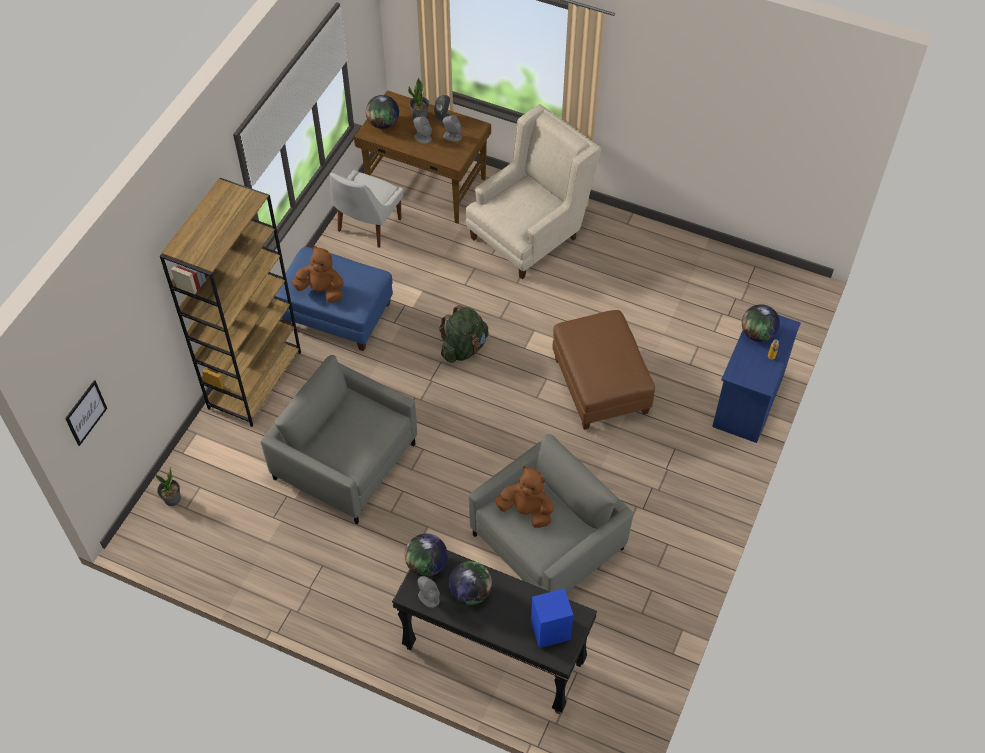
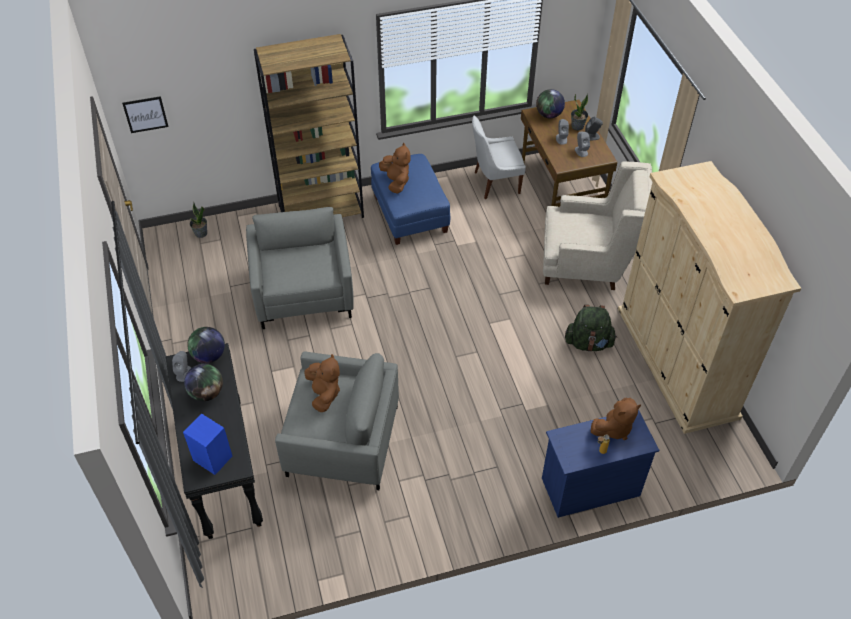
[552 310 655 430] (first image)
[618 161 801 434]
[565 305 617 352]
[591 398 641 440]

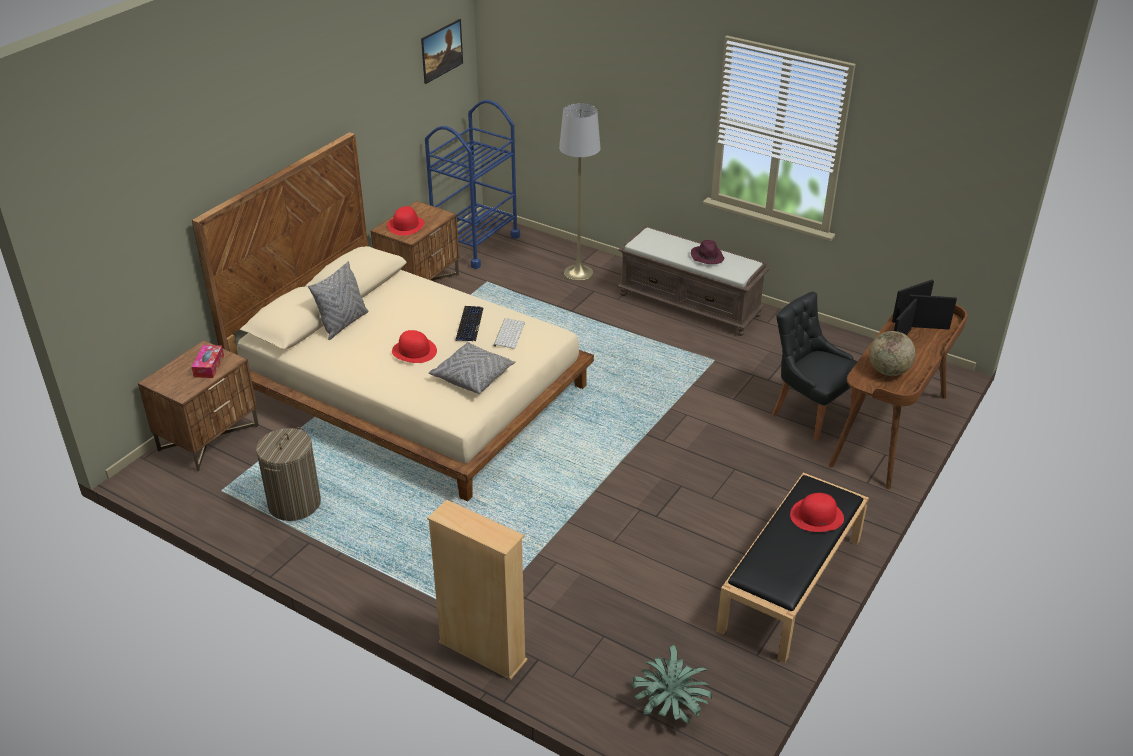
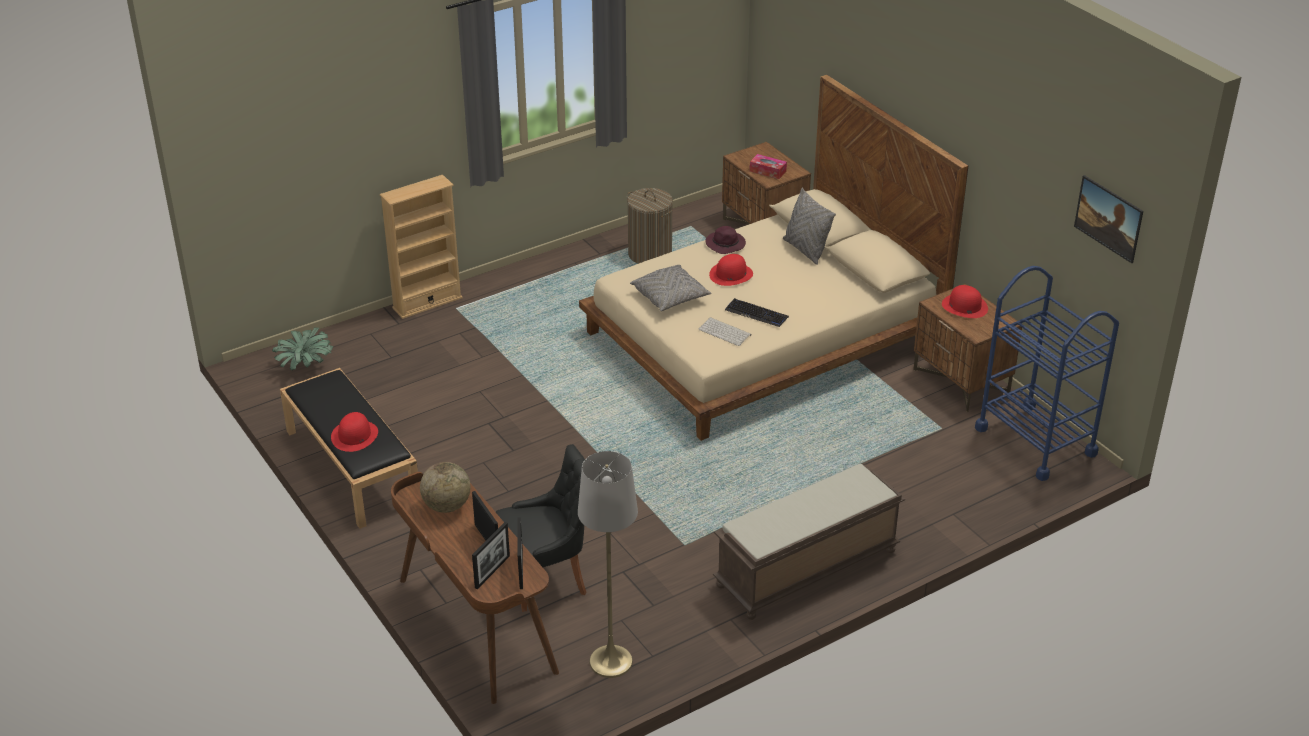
[578 451 638 678]
[705 226 746 254]

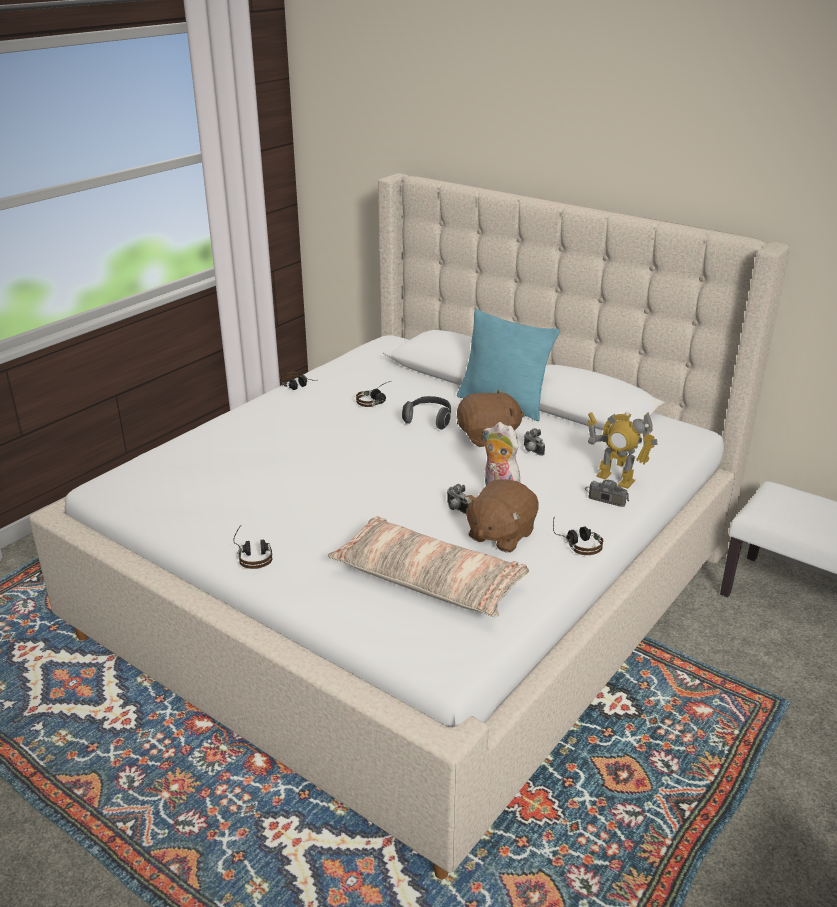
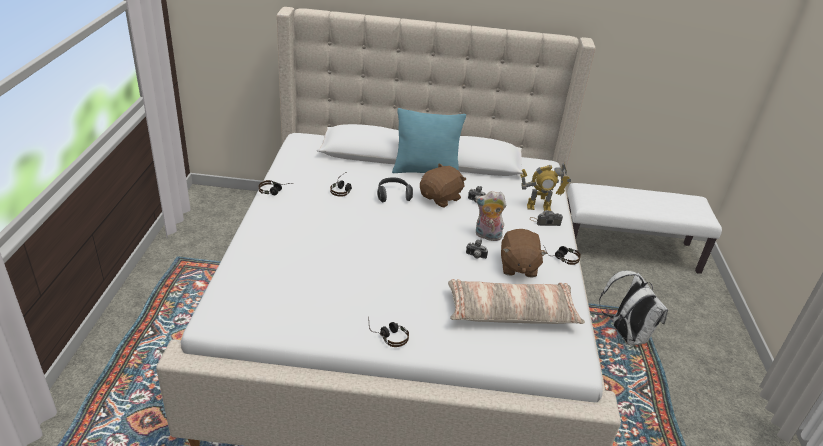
[599 270 668 345]

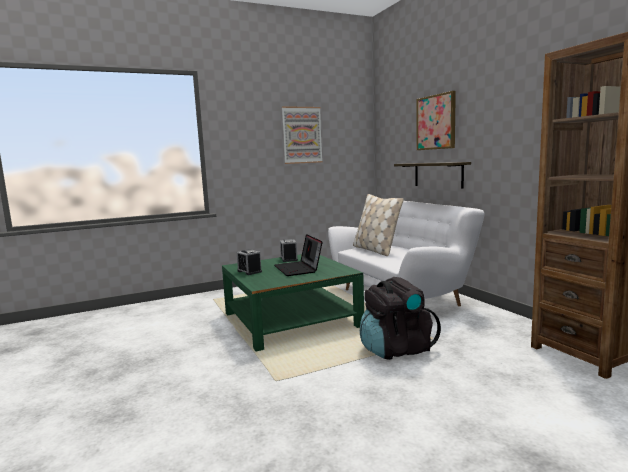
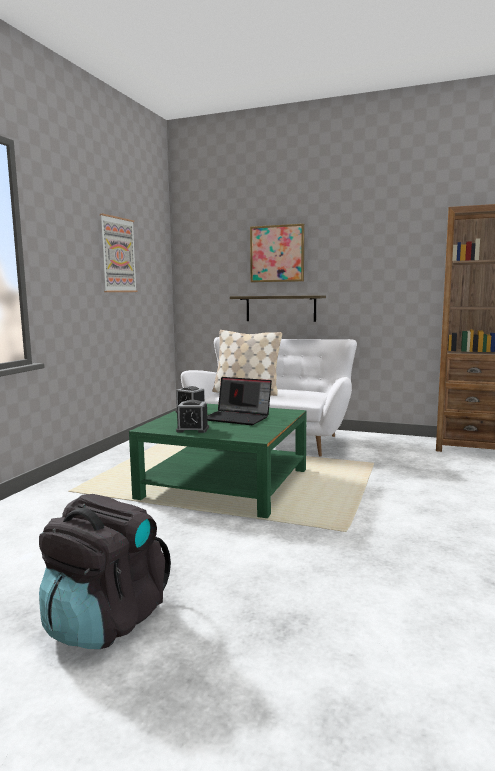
[39 494 171 649]

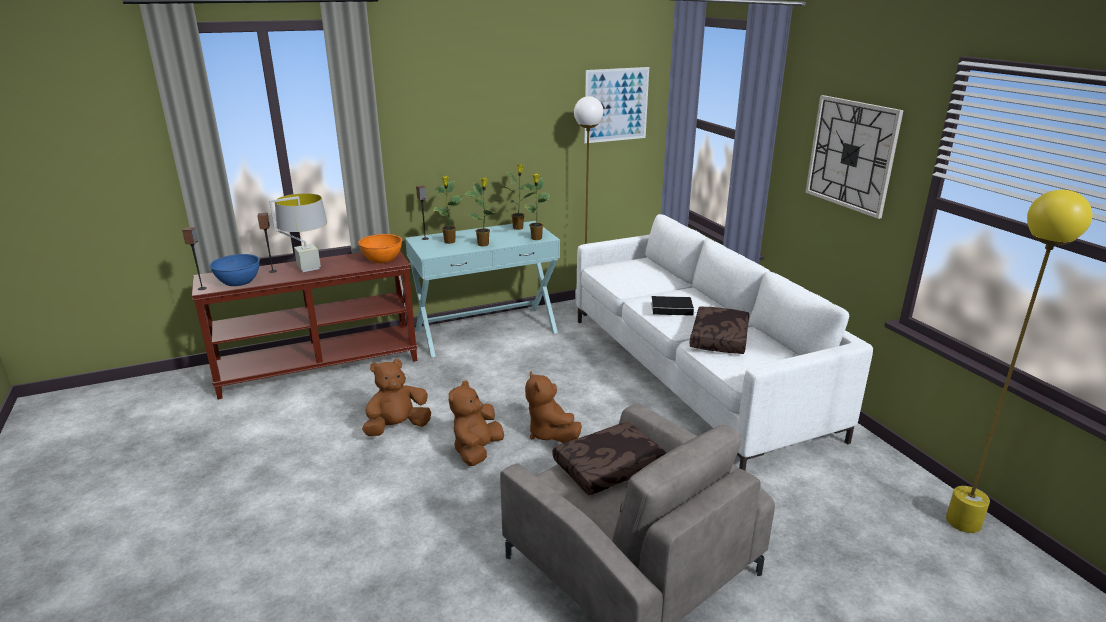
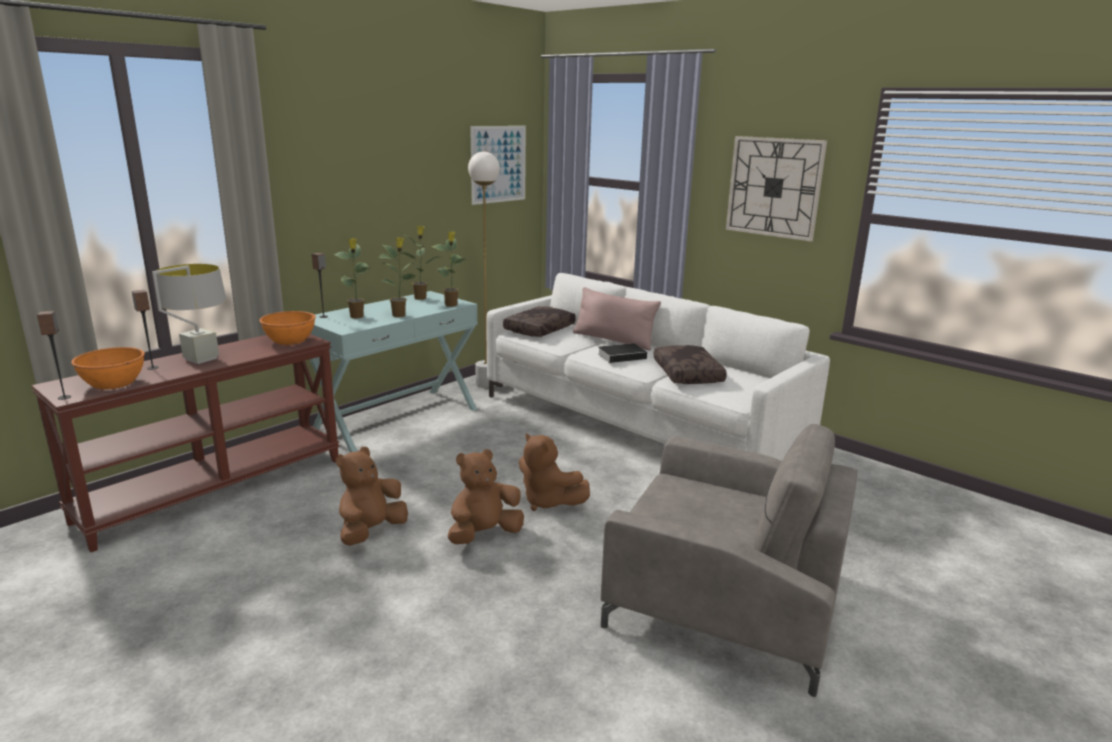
[946 190 1092 533] (first image)
[573 287 661 350]
[503 306 576 337]
[71 347 145 390]
[448 449 524 544]

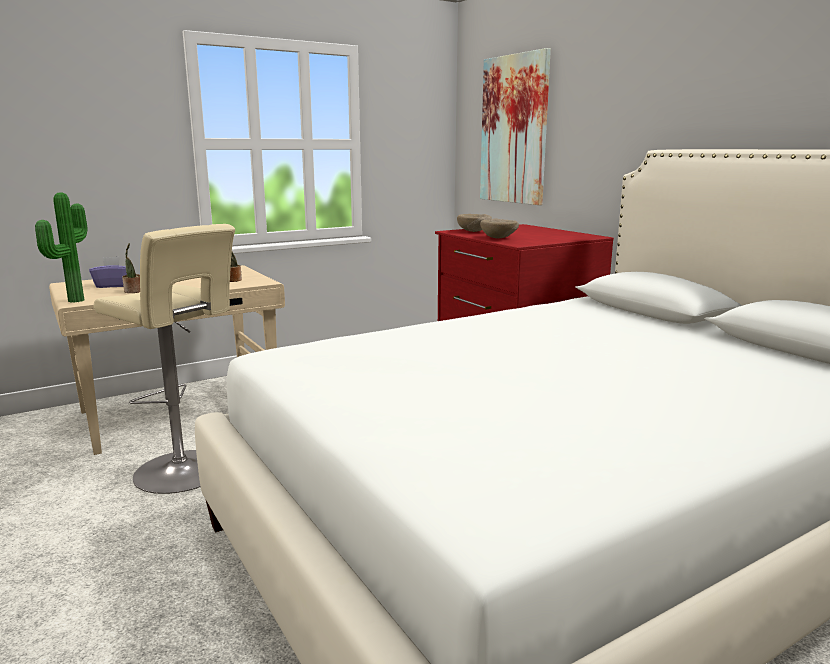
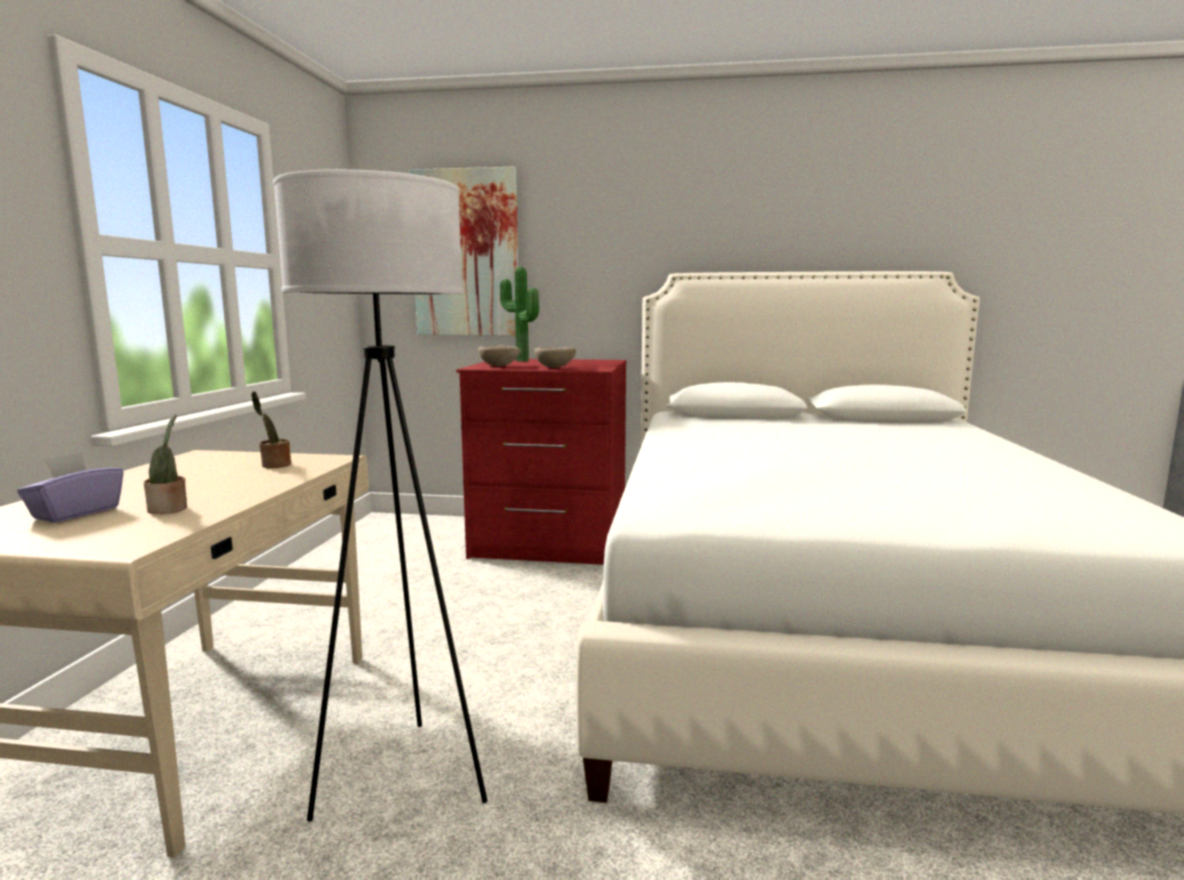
[500 267 539 362]
[273 169 487 821]

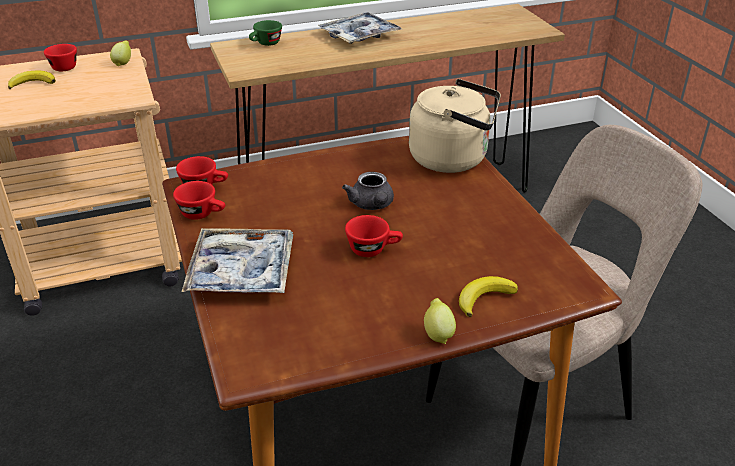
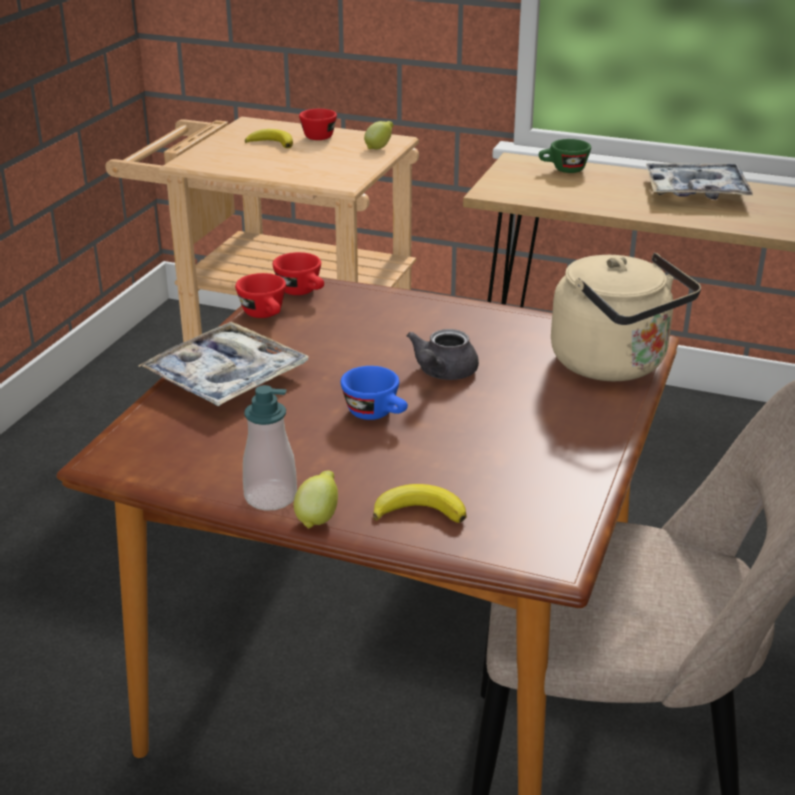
[243 385 297 511]
[341 366 408 420]

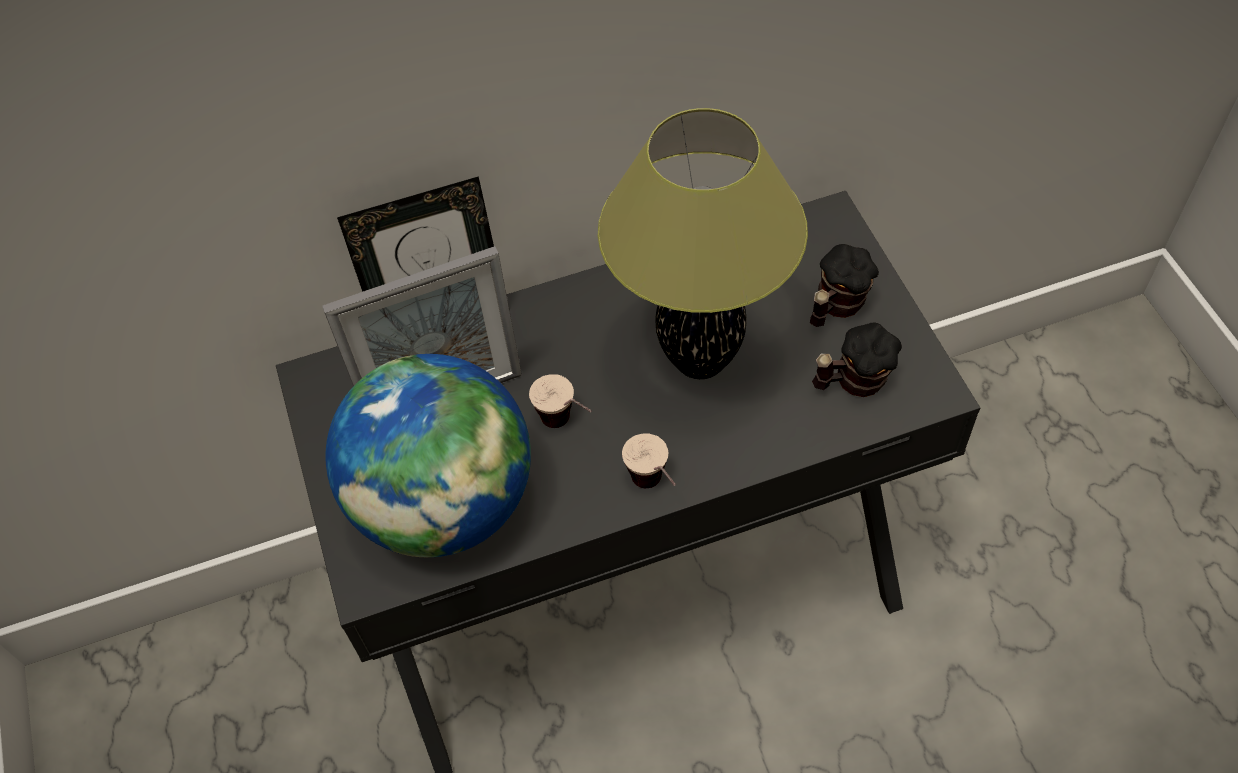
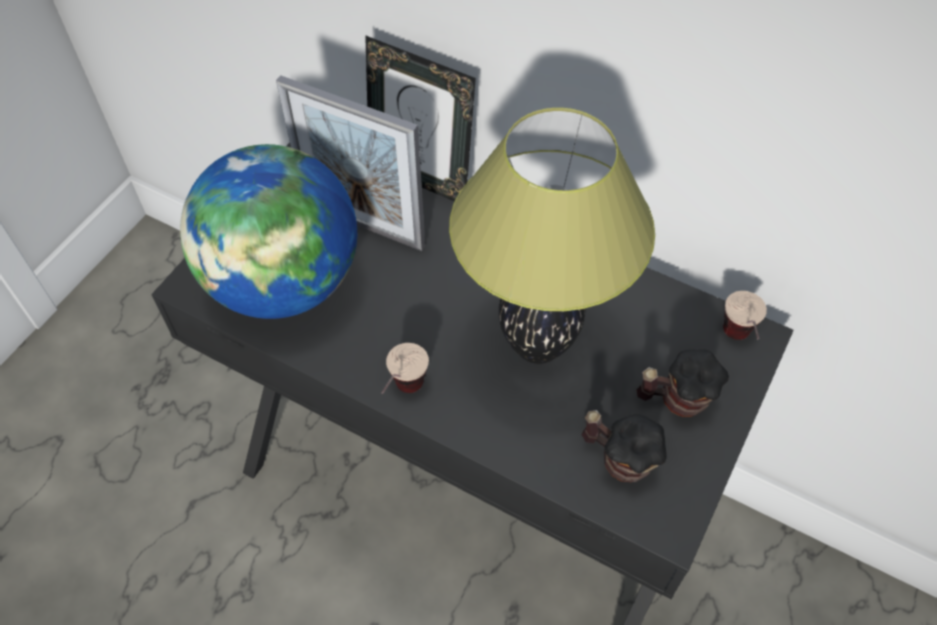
[723 291 767 340]

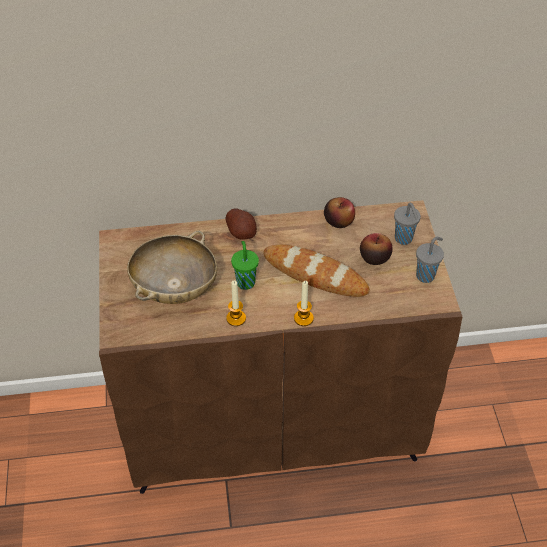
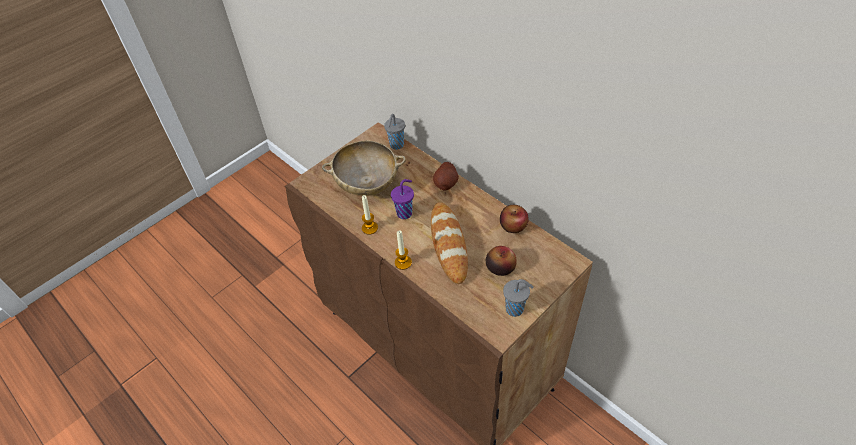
[384 114 405 150]
[391 179 414 219]

